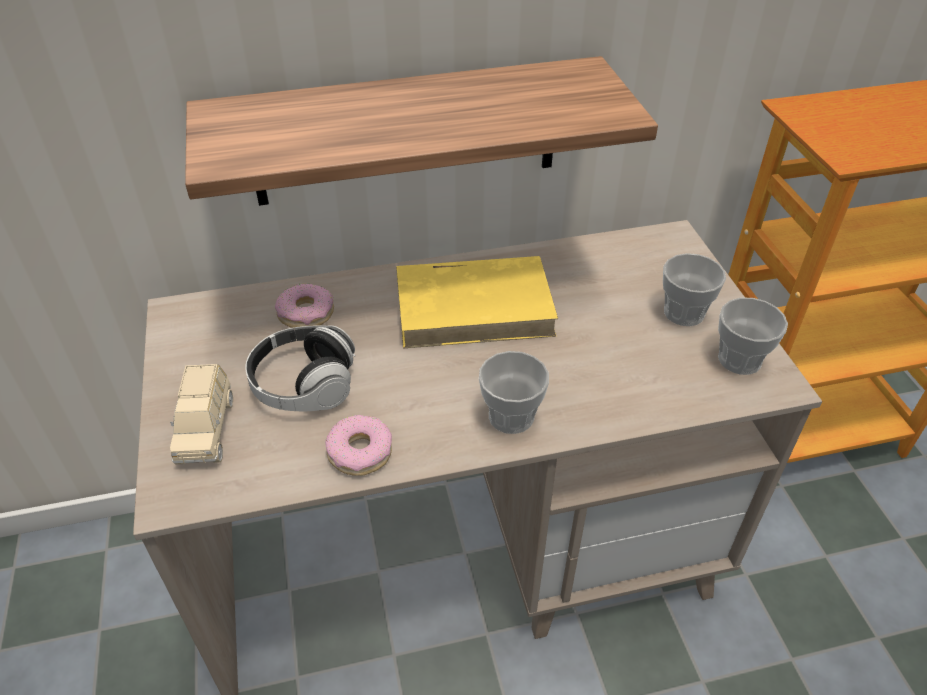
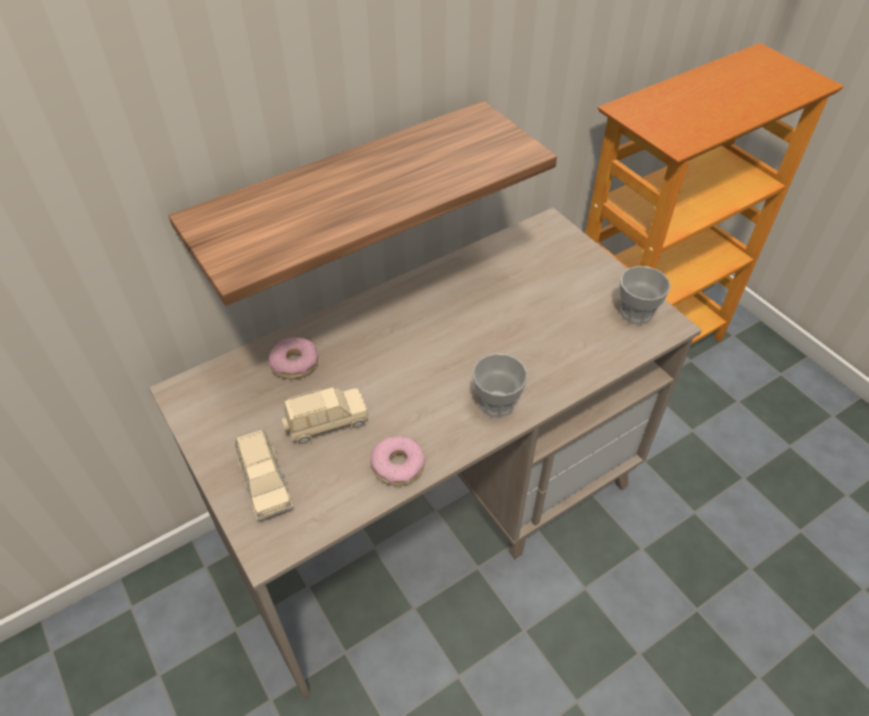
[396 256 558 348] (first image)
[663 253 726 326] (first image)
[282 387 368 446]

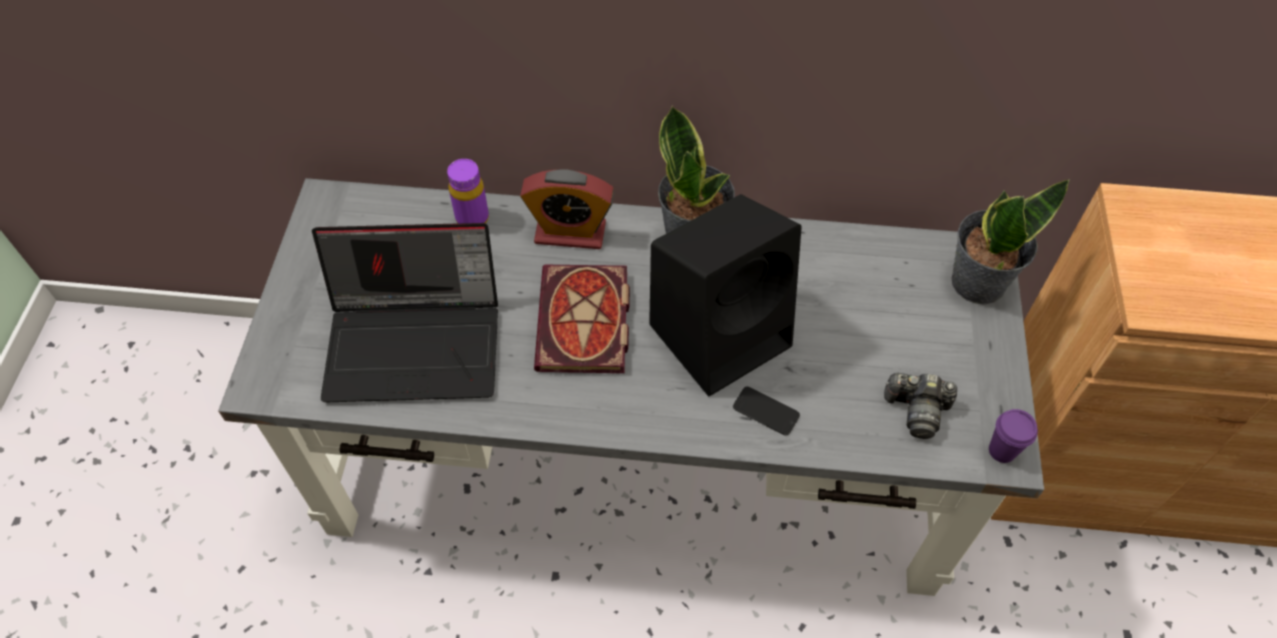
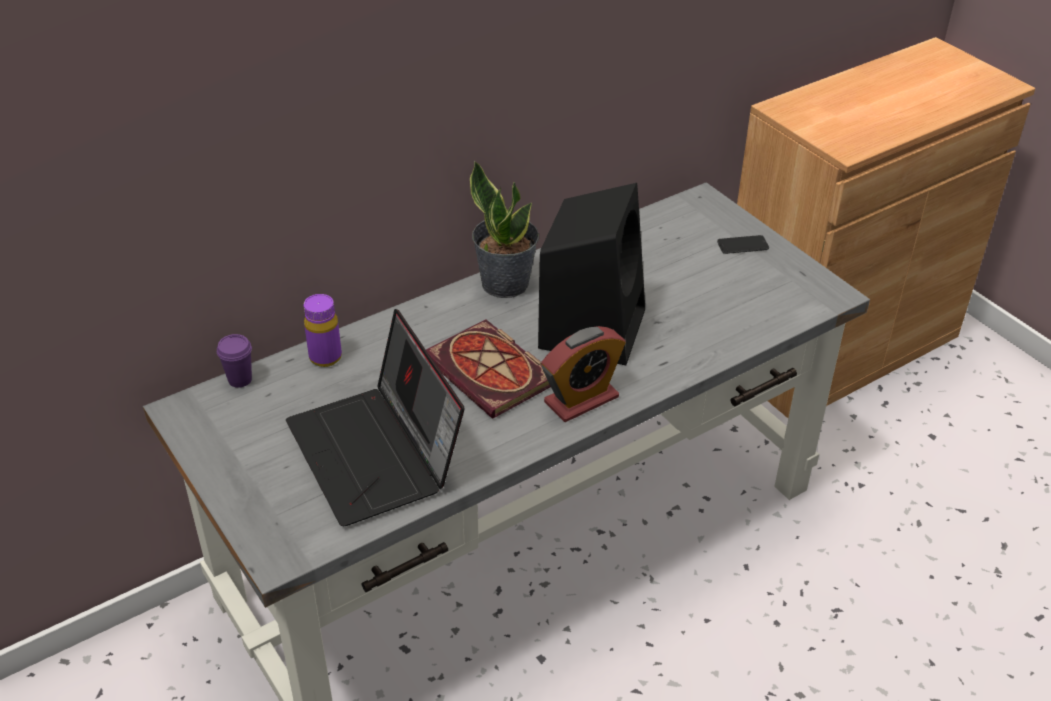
[884 373 957 439] (first image)
[951 179 1070 305] (first image)
[541 326 626 422]
[717 235 769 254]
[217 334 252 388]
[286 309 464 526]

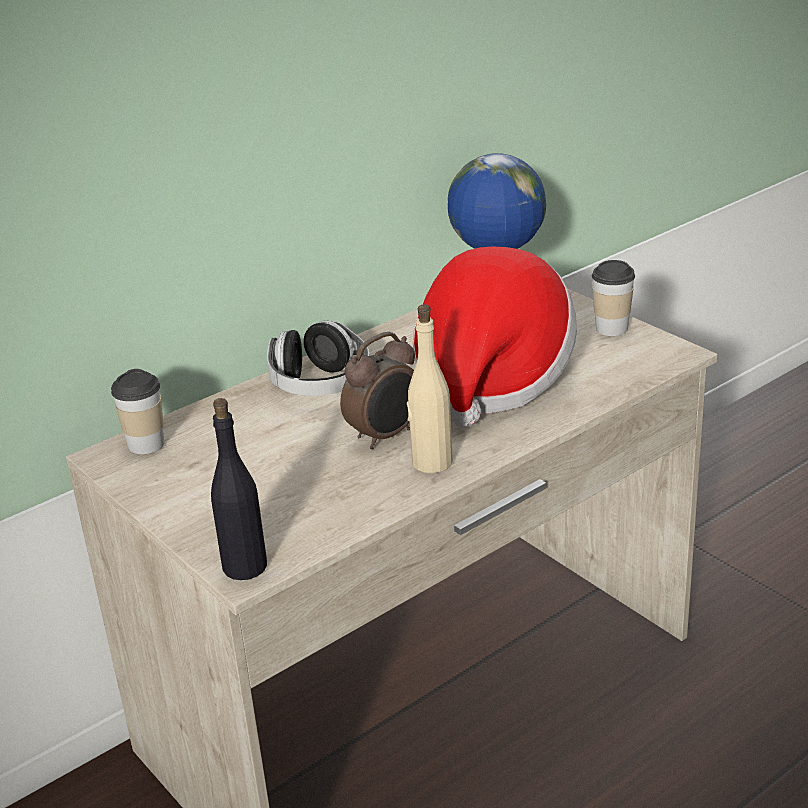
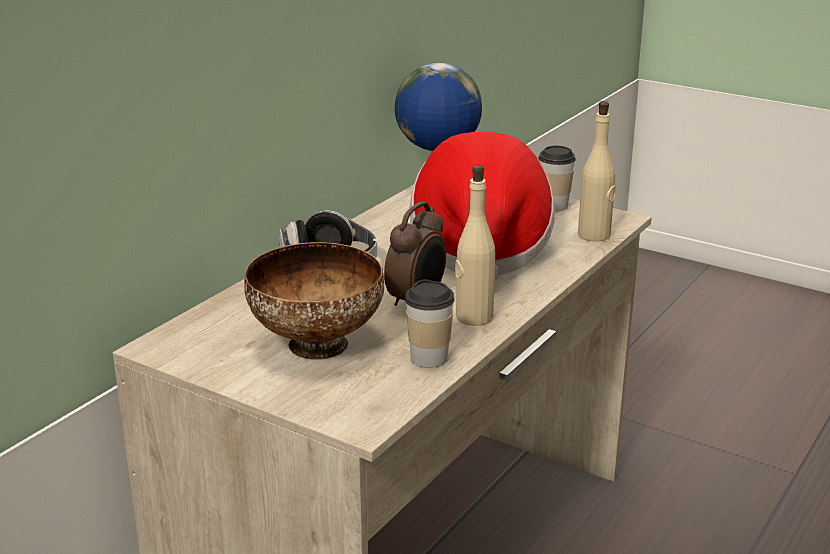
[211 398 267 580] (first image)
[244 242 384 360]
[578 101 616 241]
[405 279 455 368]

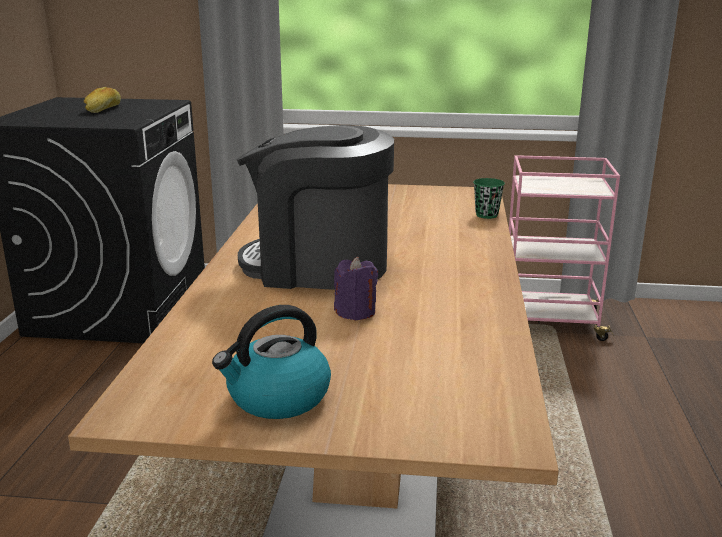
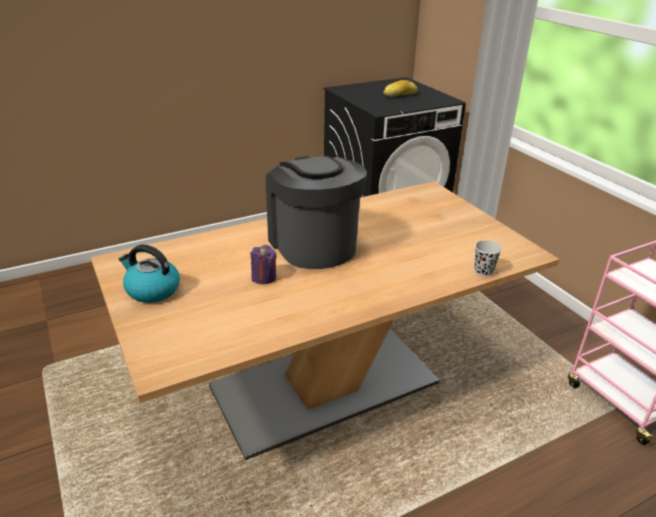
[474 240 502 276]

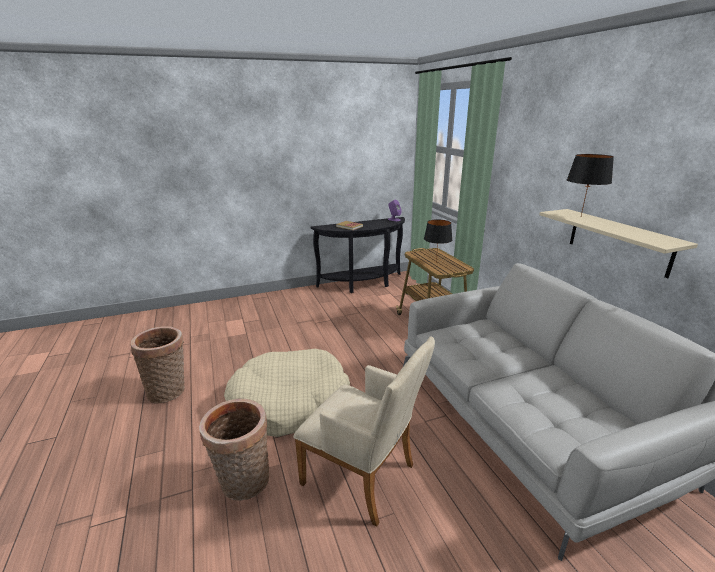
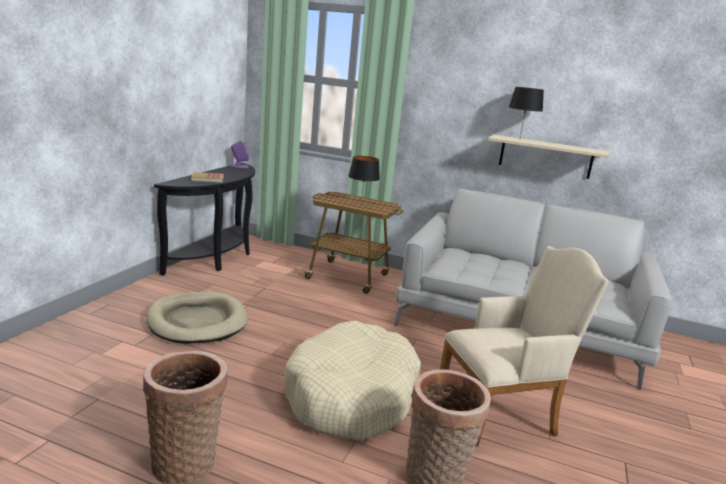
[146 292 248 344]

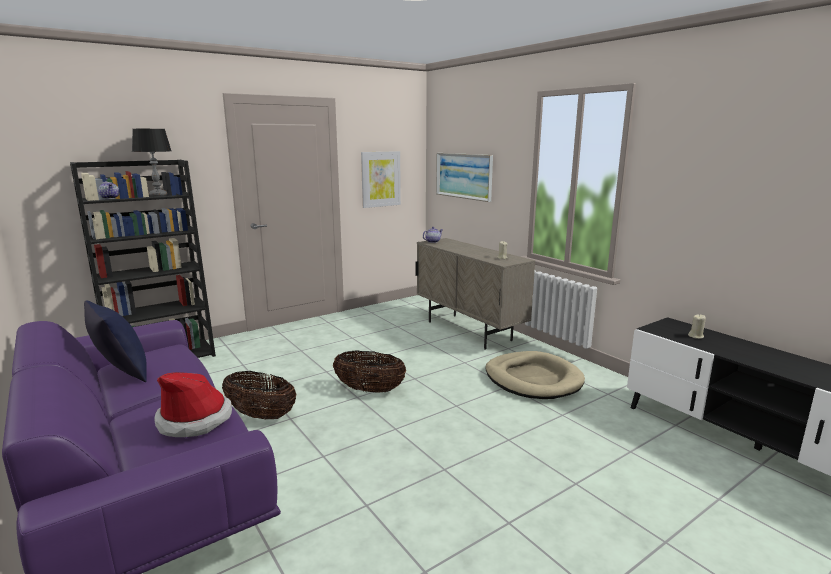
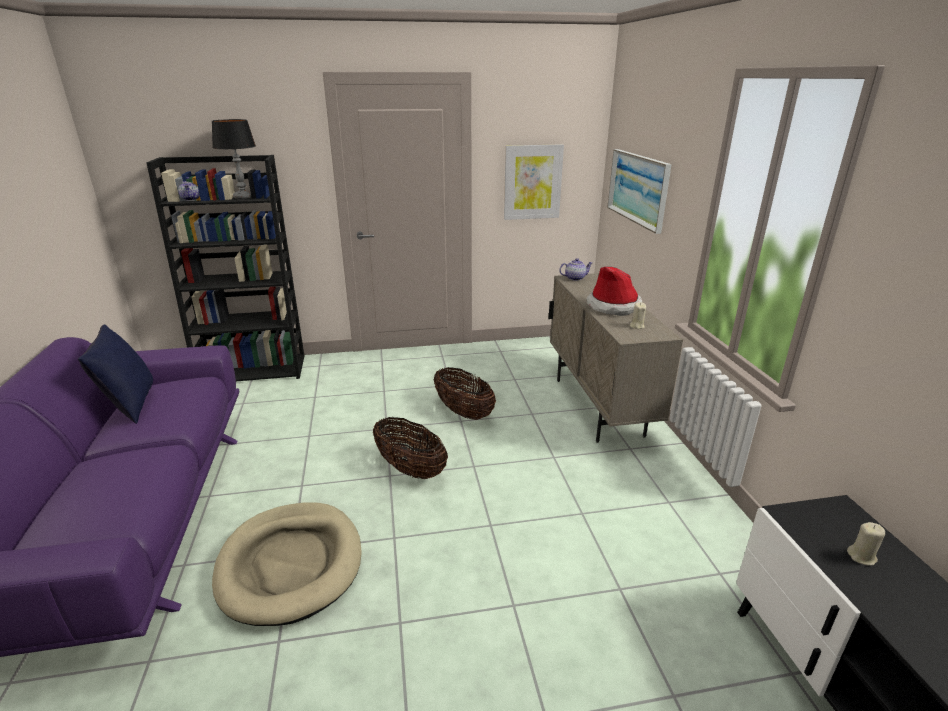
[586 267 642 316]
[434 367 496 420]
[212 502 362 626]

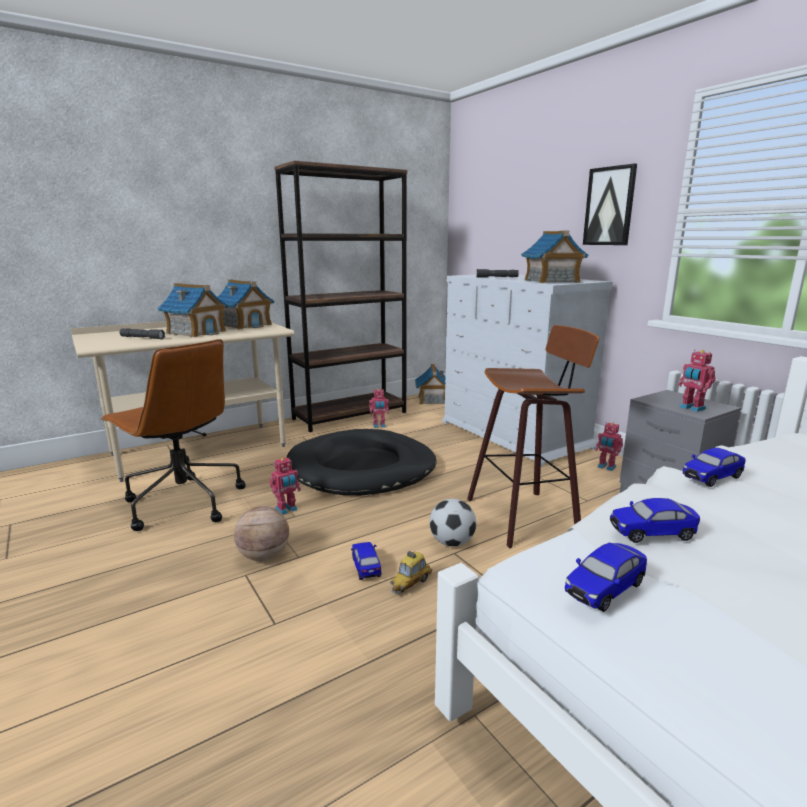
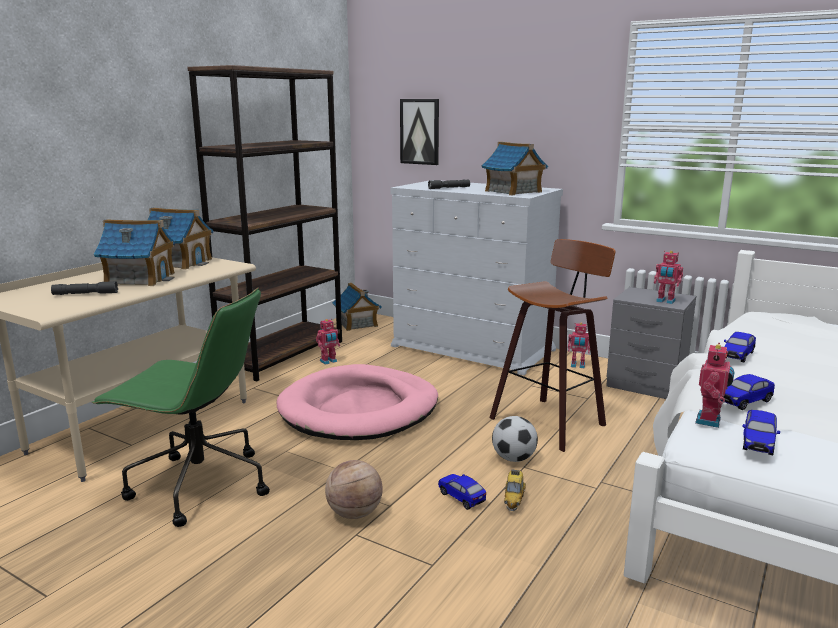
[695 343 735 428]
[400 99 439 165]
[92 288 270 527]
[277 364 438 440]

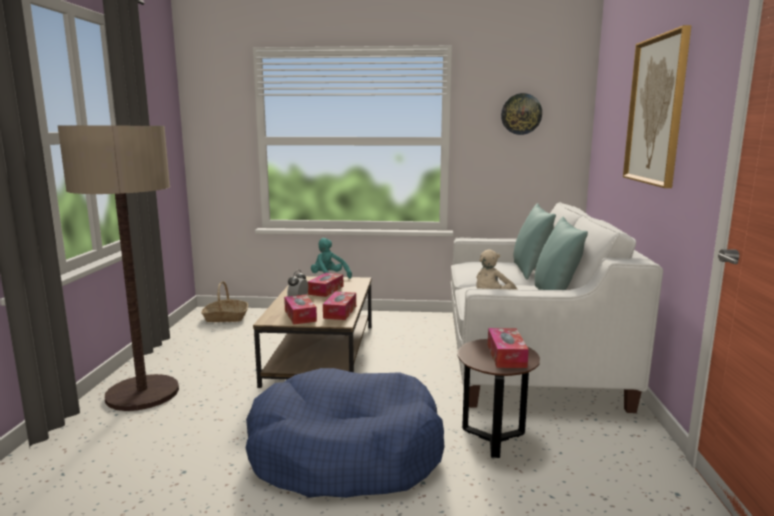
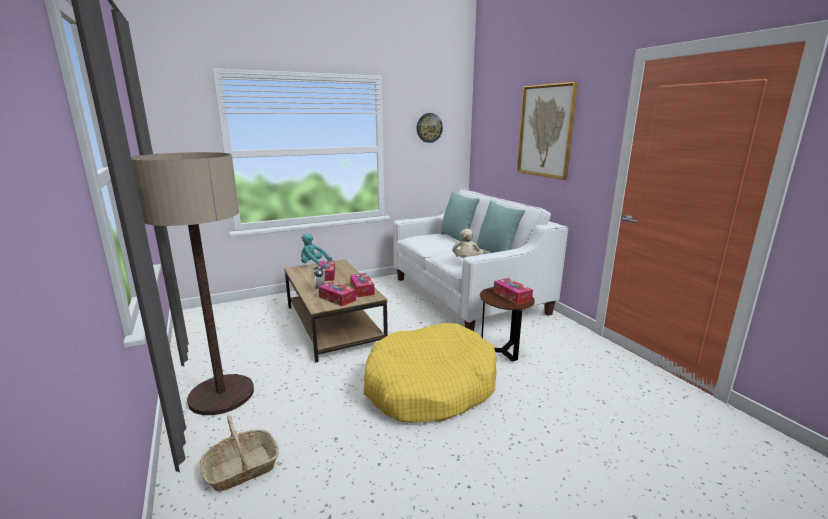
[200 416 279 492]
[364 323 497 423]

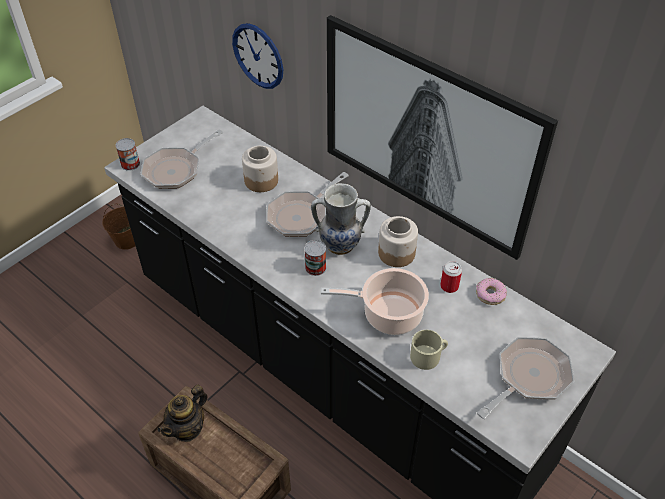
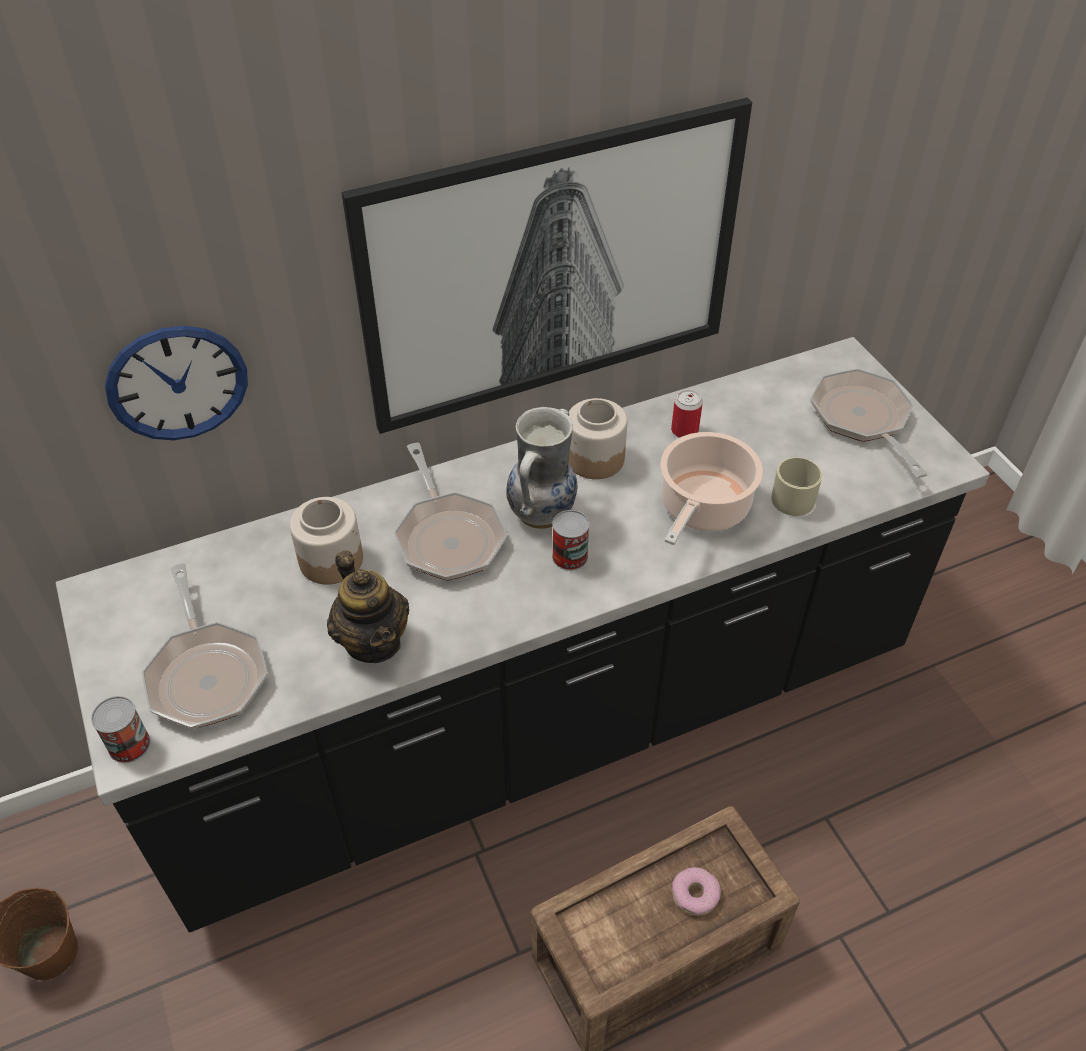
[327 550 409 663]
[672 867 721 916]

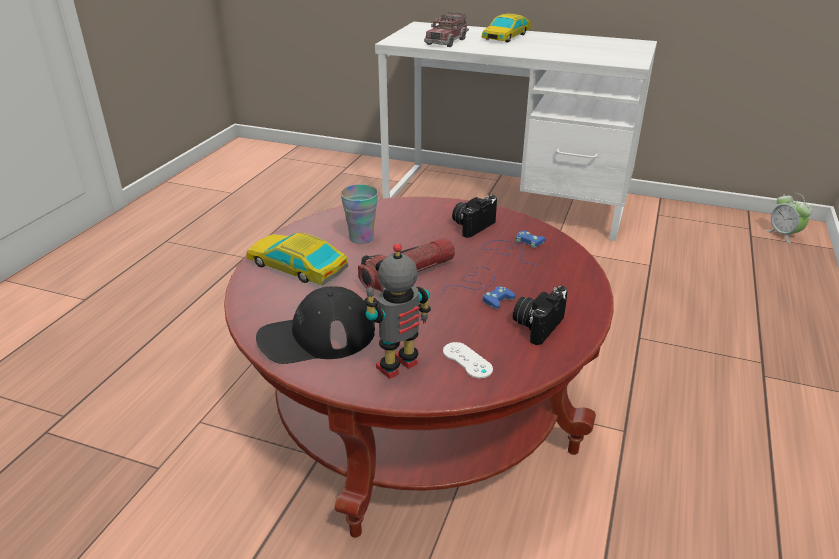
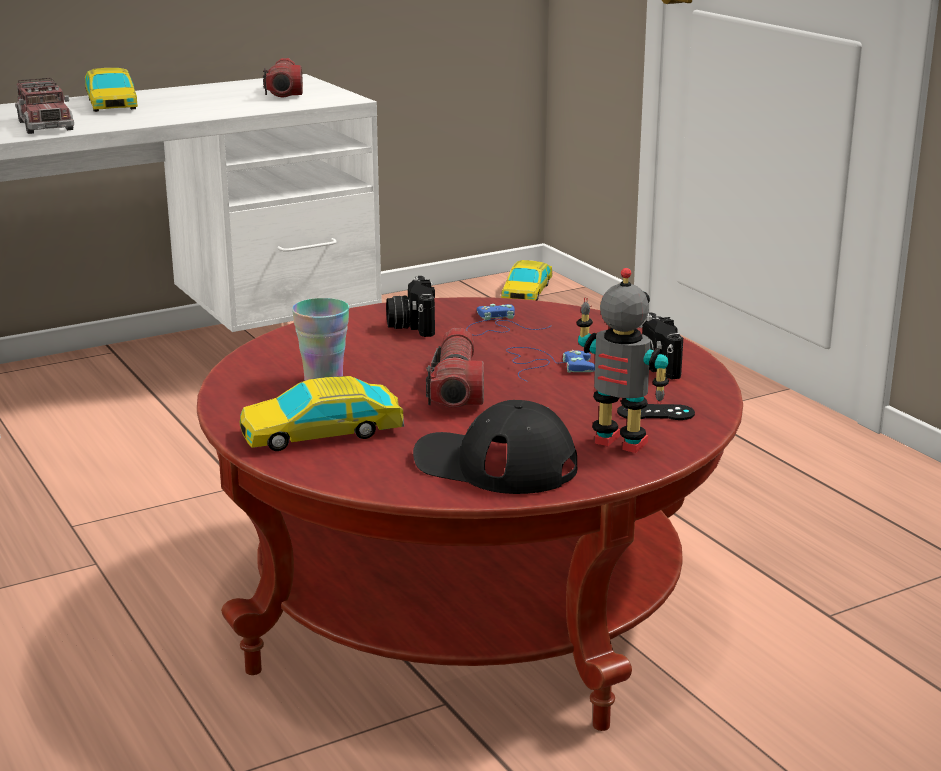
[263 58 303 97]
[501 260 553 301]
[617 404 695 420]
[413 400 578 494]
[576 268 669 453]

